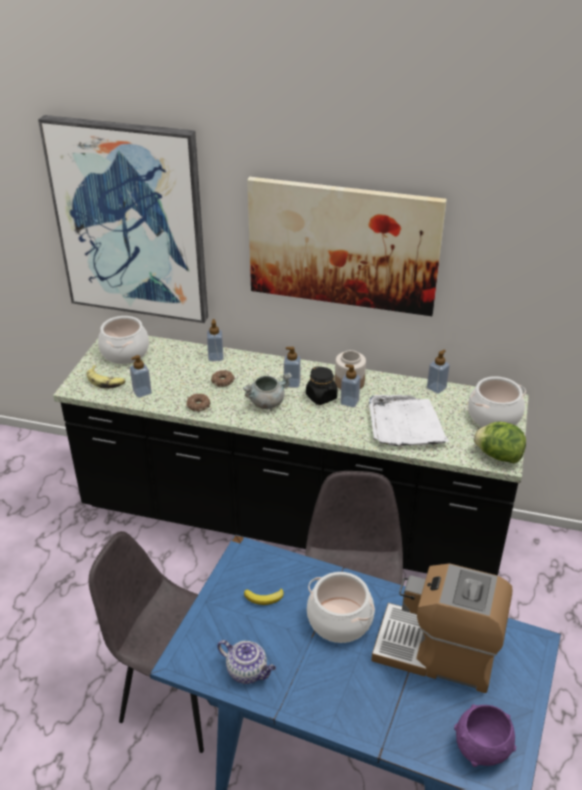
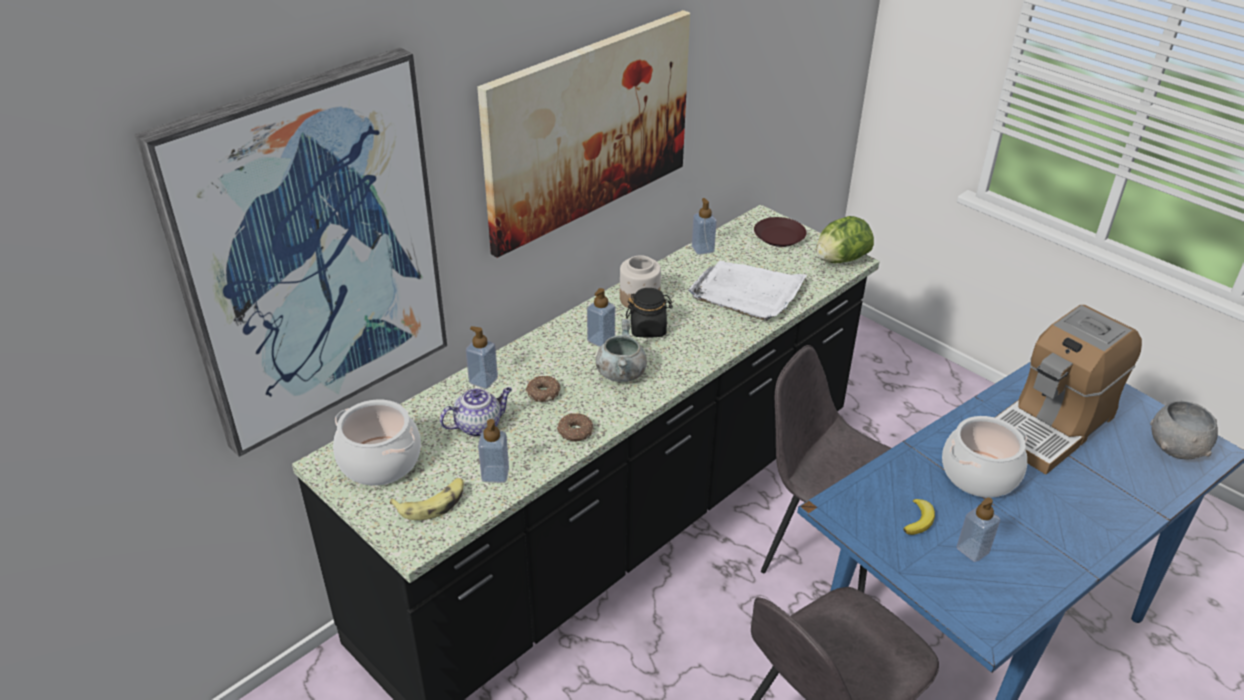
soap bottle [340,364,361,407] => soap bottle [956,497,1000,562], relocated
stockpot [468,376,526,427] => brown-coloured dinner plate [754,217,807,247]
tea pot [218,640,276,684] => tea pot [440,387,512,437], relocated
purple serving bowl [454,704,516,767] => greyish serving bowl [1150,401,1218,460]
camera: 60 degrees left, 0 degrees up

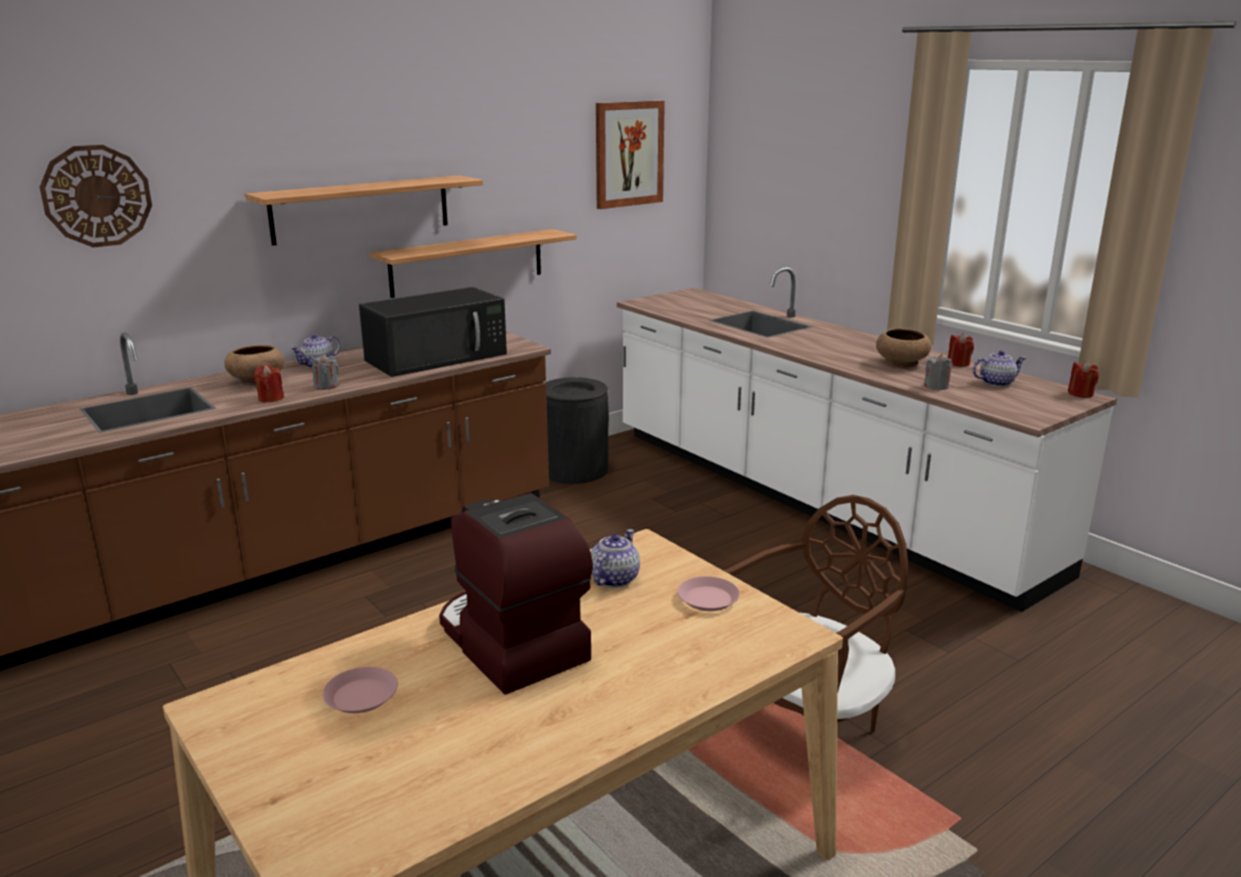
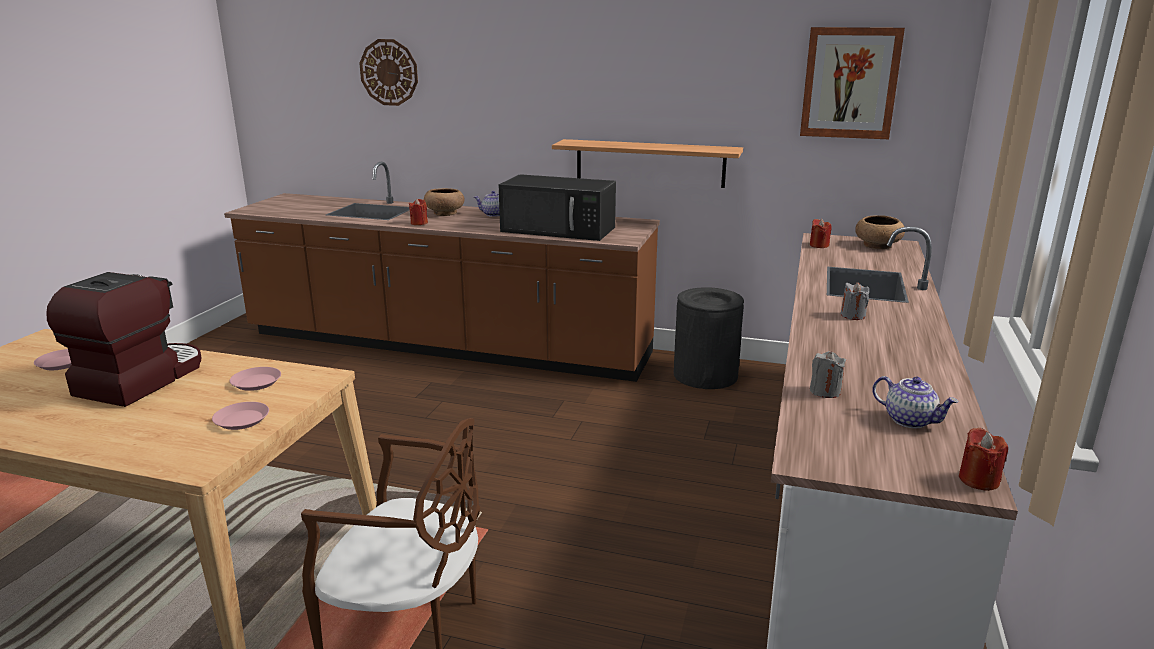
wall shelf [245,176,483,246] => nothing
brown-coloured serving bowl [876,328,931,368] => brown-coloured serving bowl [855,215,905,249], relocated
red-coloured wax light [948,333,974,367] => red-coloured wax light [810,219,832,248], relocated
greyish wax light [312,354,338,390] => greyish wax light [840,282,869,320], relocated
tea pot [591,529,640,588] => pinkish dinner plate [230,367,281,391]
camera: 55 degrees right, 0 degrees up

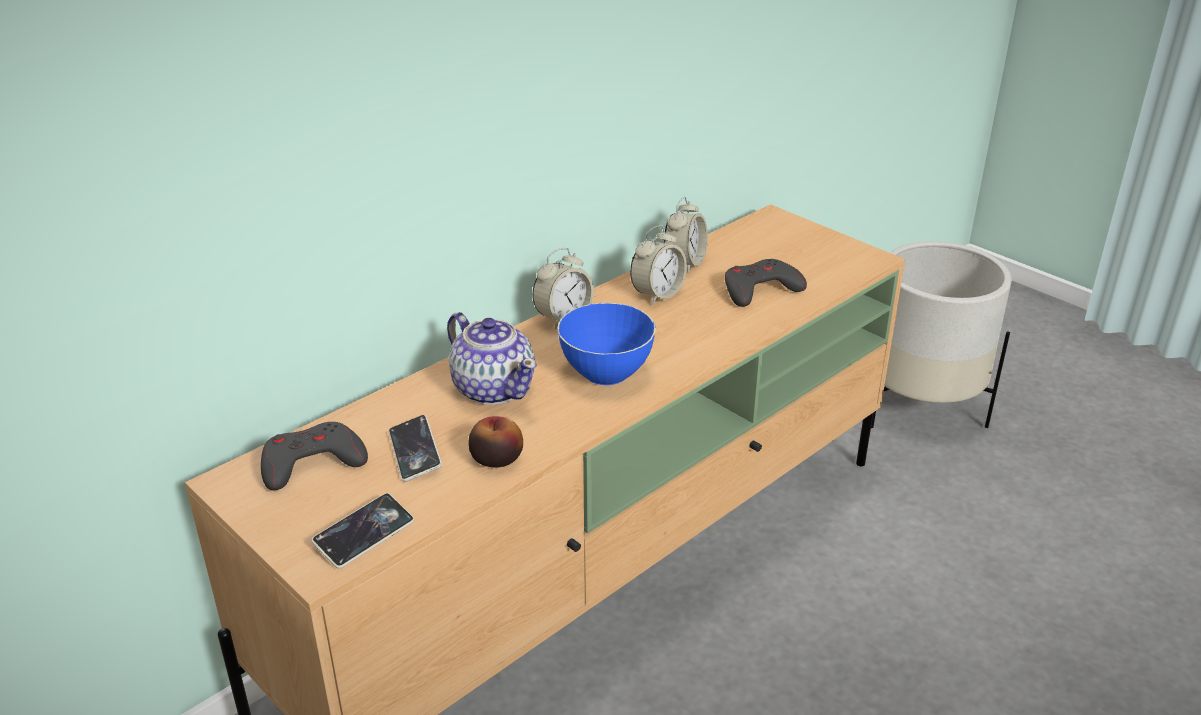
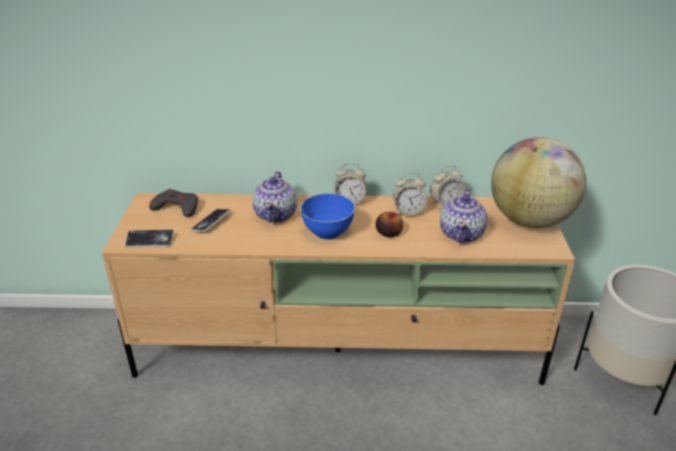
greyish game controller [725,259,807,307] => tea pot [440,189,488,243]
apple fruit [468,416,523,468] => apple fruit [376,212,403,237], relocated
nothing => world globe [491,137,586,228]
camera: 45 degrees right, 0 degrees up

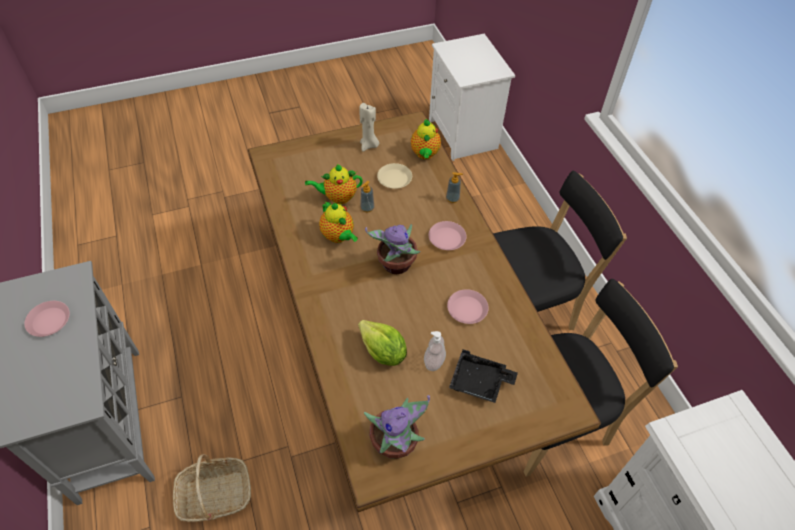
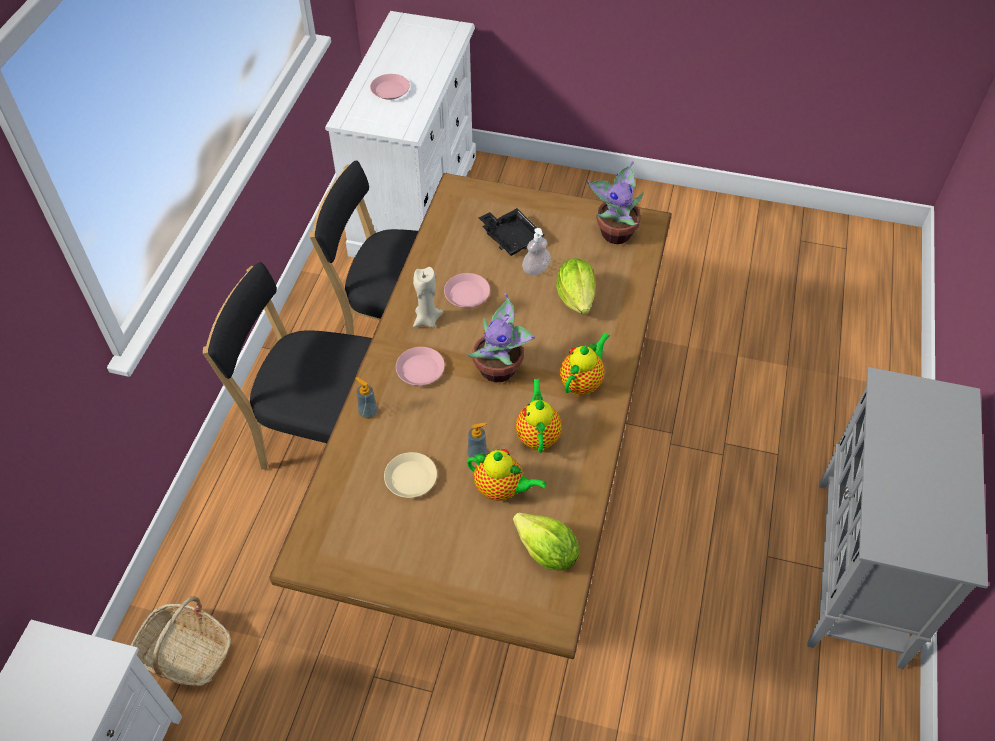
beige wax light [359,103,379,152] => beige wax light [413,267,443,328], relocated
tea pot [411,119,441,159] => tea pot [560,332,610,395], relocated
pinkish dinner plate [24,301,70,337] => pinkish dinner plate [370,74,410,100], relocated
storage basket [173,454,251,522] => storage basket [131,596,231,686], relocated
nothing => lettuce head [513,512,579,571]
camera: 145 degrees left, 0 degrees up

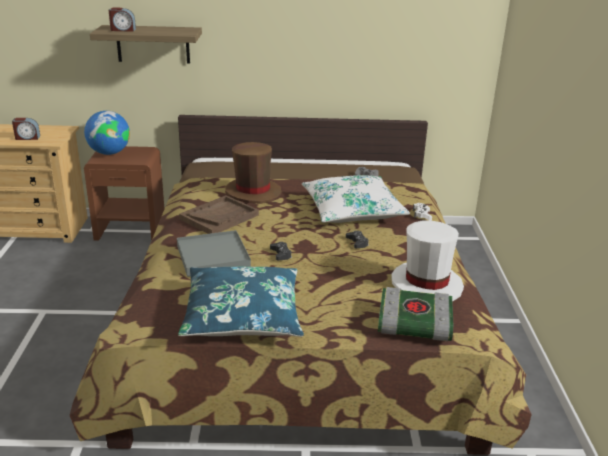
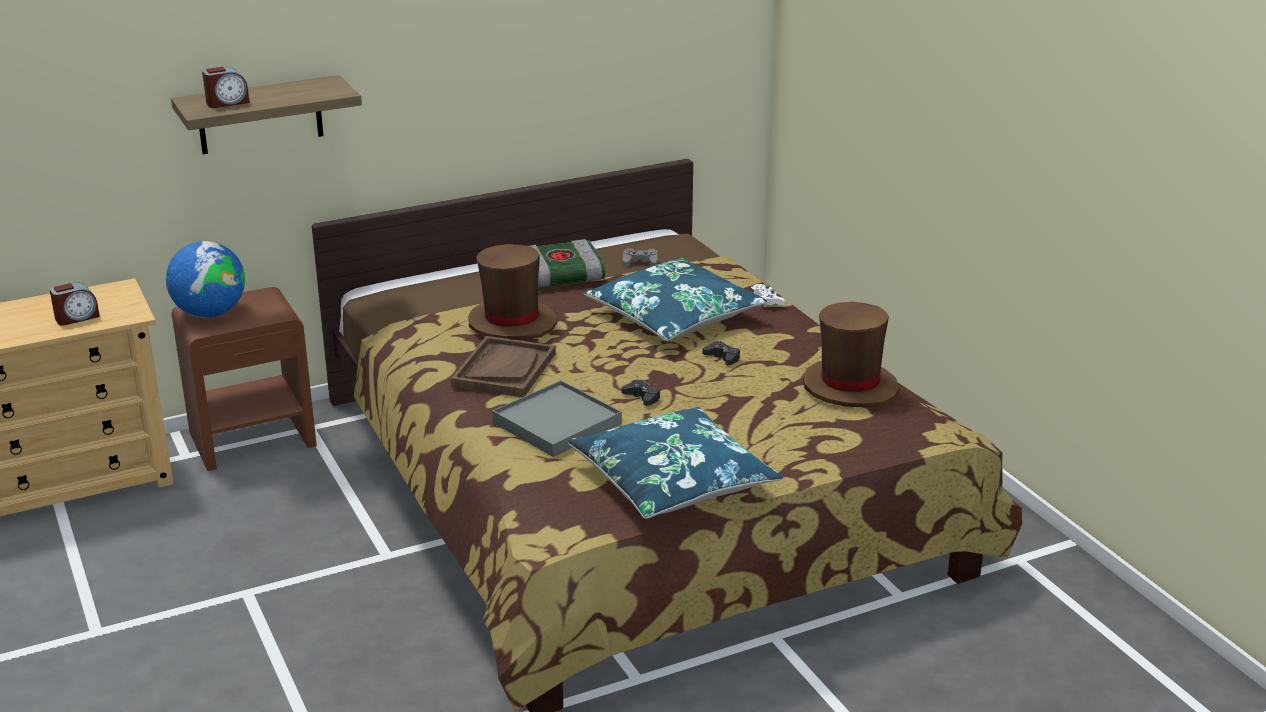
whitish pillow [302,175,410,223] => blue-coloured pillow [583,258,767,341]
whitish clothing hat [391,221,464,302] => brown-coloured clothing hat [803,302,899,408]
volume [378,287,453,341] => volume [530,239,605,287], relocated
camera: 25 degrees left, 0 degrees up

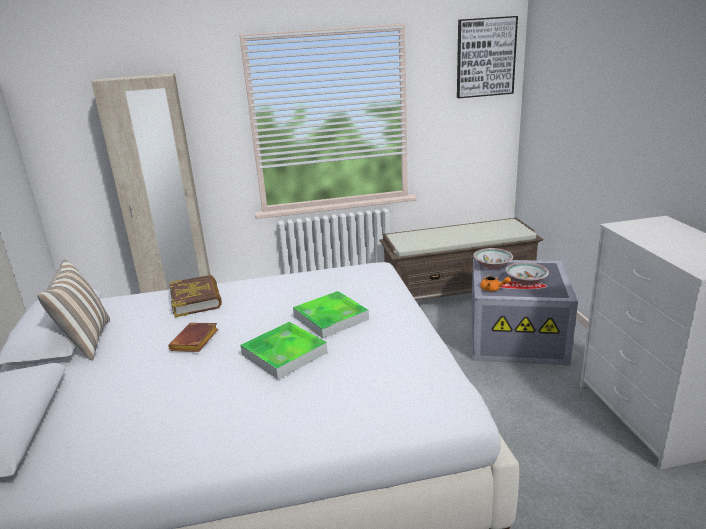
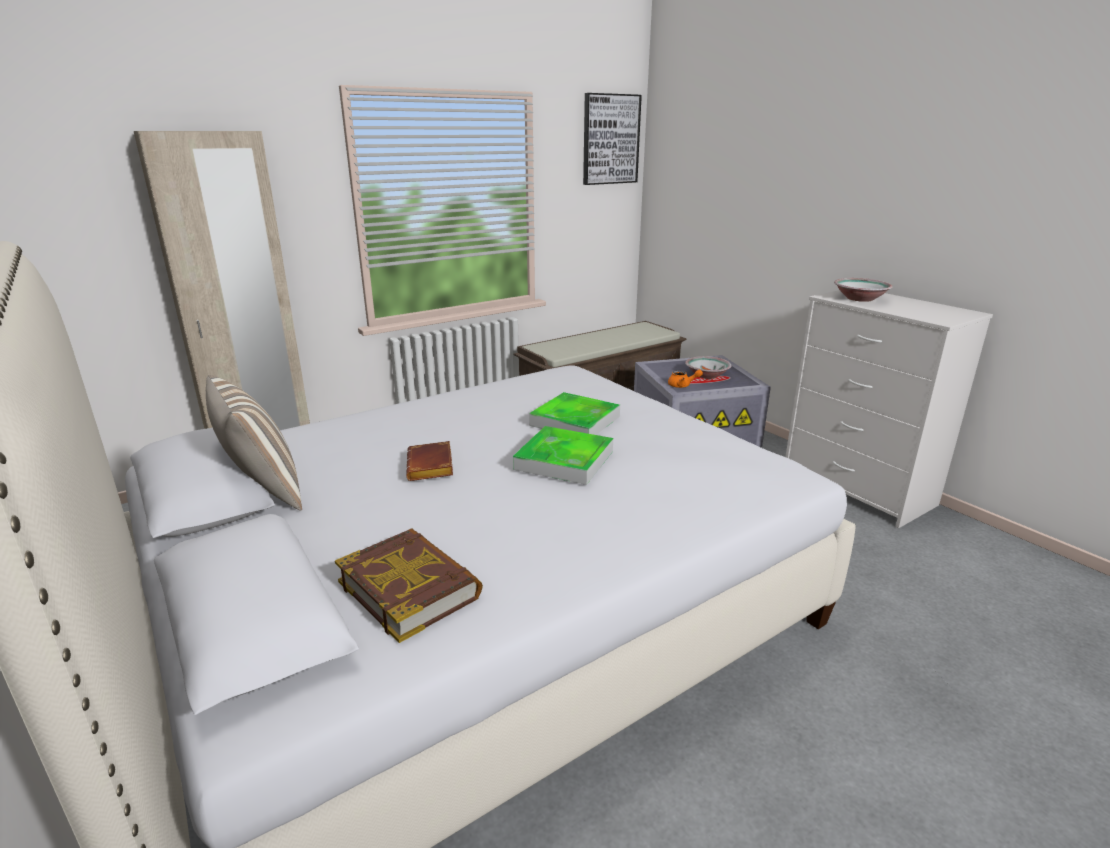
serving bowl [473,248,513,269] => serving bowl [834,278,892,302], relocated
volume [169,275,222,317] => volume [335,528,483,643], relocated
camera: 25 degrees left, 0 degrees up

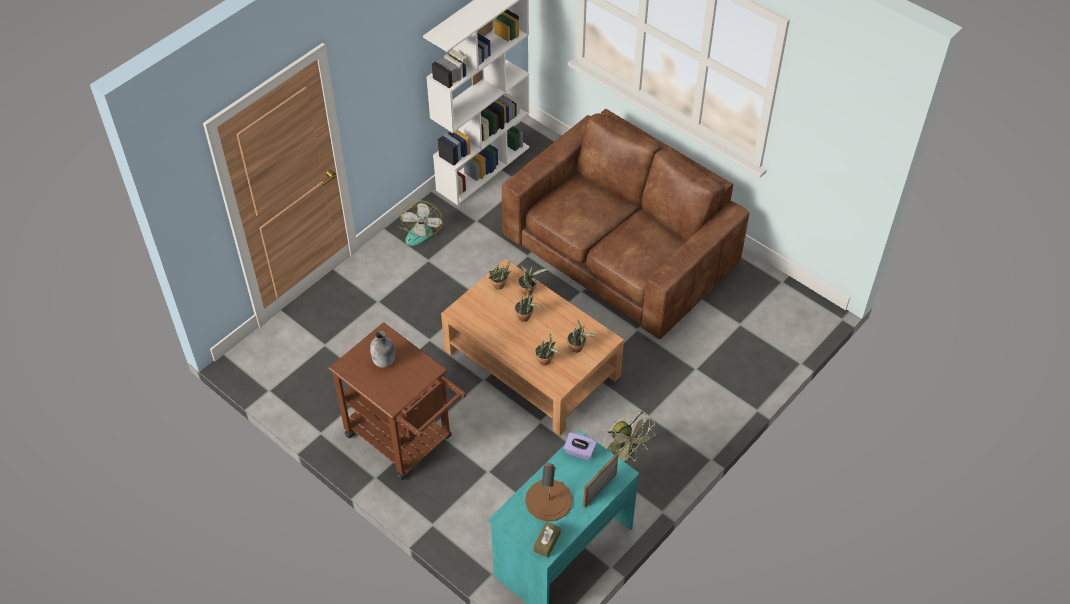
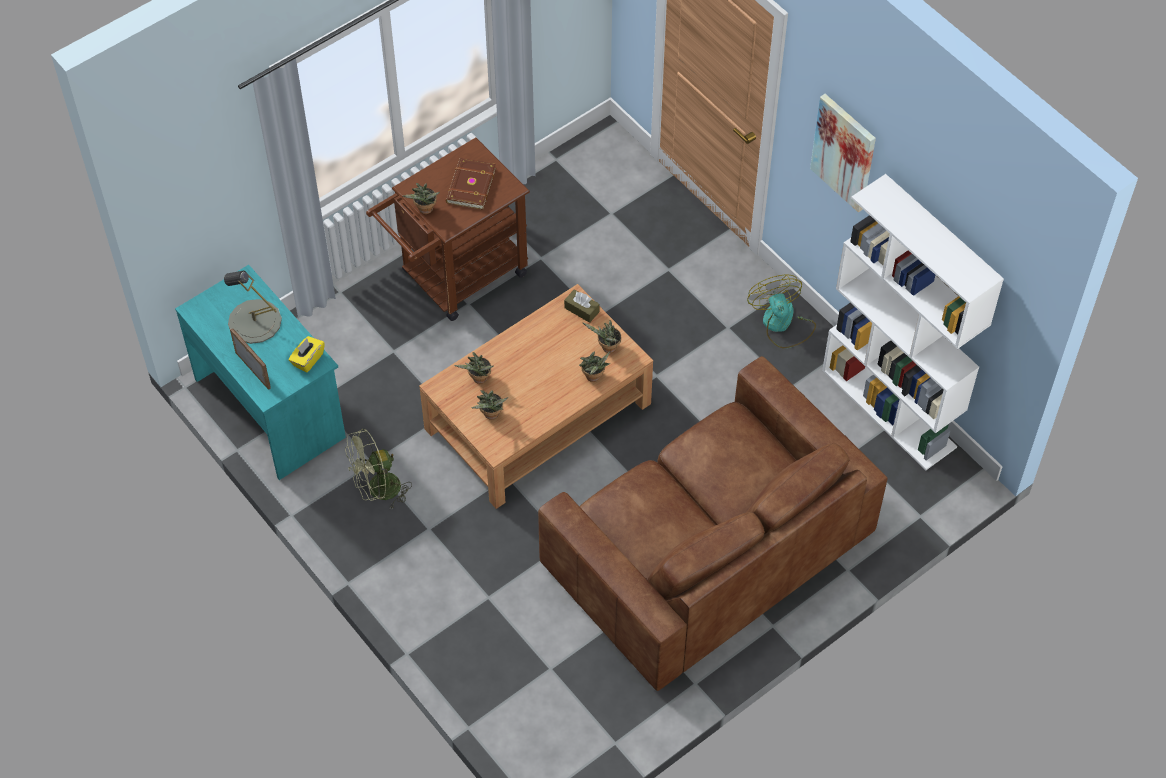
cooling fan [397,200,443,246] => cooling fan [747,275,816,348], 60 degrees clockwise
potted plant [515,290,541,322] => potted plant [403,183,440,214], relocated
greyish beverage bottle [370,331,395,368] => brown-coloured volume [446,158,496,210]
purple tissue box [564,432,597,460] => yellowish tissue box [289,336,325,373]
brown-coloured lamp for a table [525,463,573,521] => greyish lamp for a table [224,270,282,344]
brown-coloured tissue box [534,522,561,558] => brown-coloured tissue box [564,289,600,323], relocated
nothing => picture [810,94,876,212]
camera: 100 degrees right, 5 degrees up

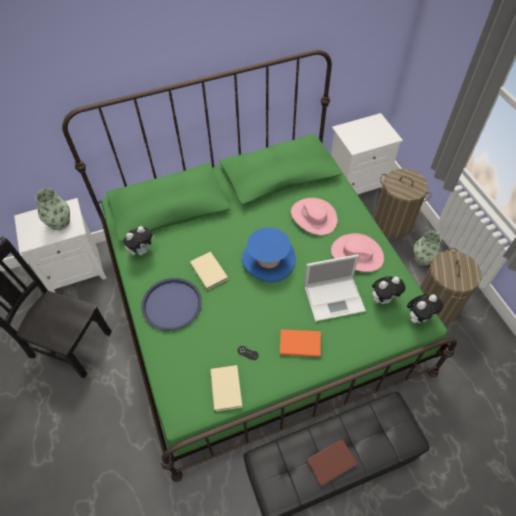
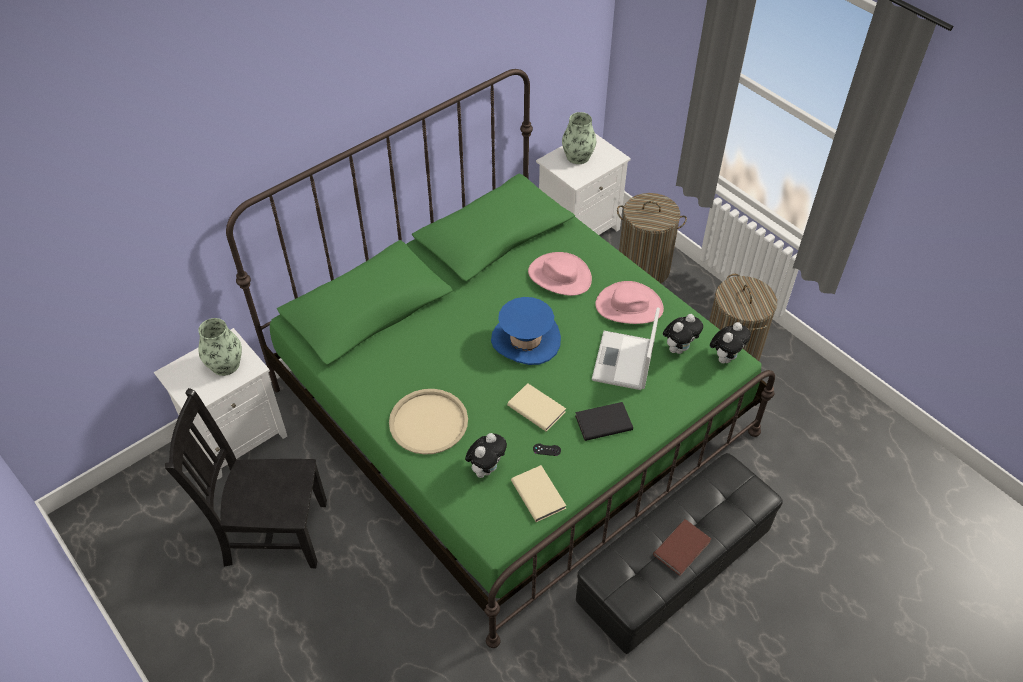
soft toy [124,226,155,255] => soft toy [465,433,507,478], relocated
vase [413,231,441,266] => vase [562,112,596,164], relocated
beige volume [190,252,228,290] => beige volume [507,383,566,432], relocated
notebook computer [304,254,366,322] => notebook computer [592,307,660,390], 135 degrees clockwise
blue-coloured carrying tray [141,278,202,331] => beige carrying tray [389,389,468,455]
orangey volume [280,329,321,357] => black volume [575,402,633,441]
camera: 20 degrees left, 5 degrees down

